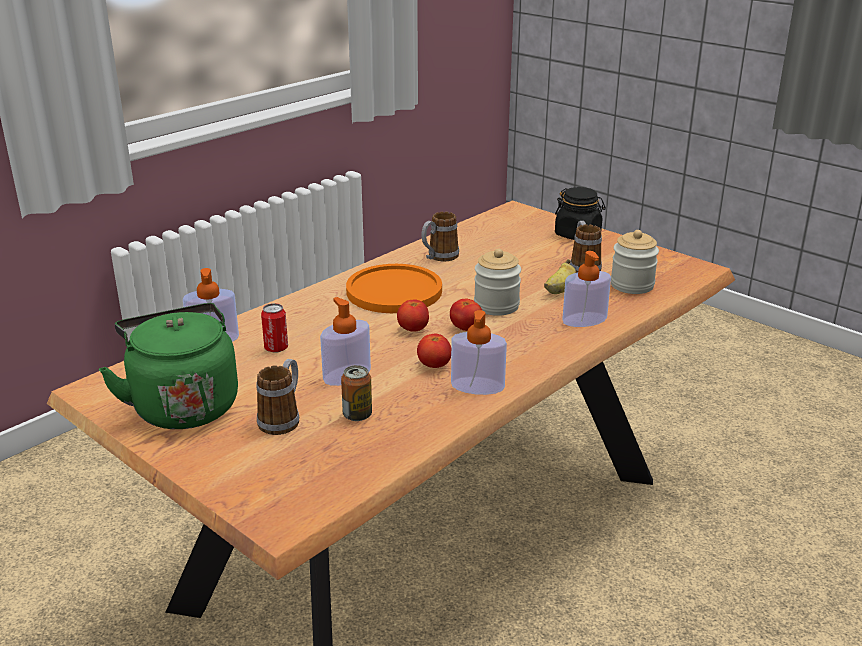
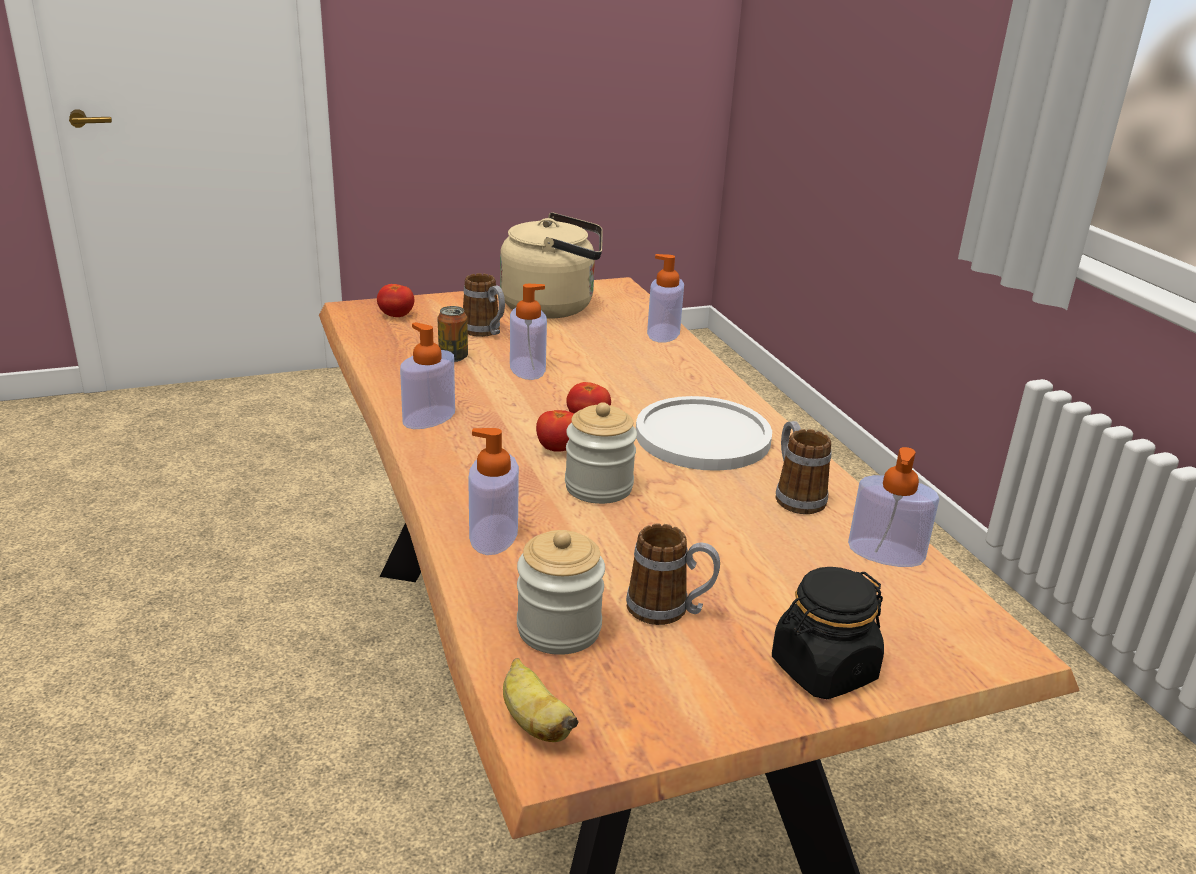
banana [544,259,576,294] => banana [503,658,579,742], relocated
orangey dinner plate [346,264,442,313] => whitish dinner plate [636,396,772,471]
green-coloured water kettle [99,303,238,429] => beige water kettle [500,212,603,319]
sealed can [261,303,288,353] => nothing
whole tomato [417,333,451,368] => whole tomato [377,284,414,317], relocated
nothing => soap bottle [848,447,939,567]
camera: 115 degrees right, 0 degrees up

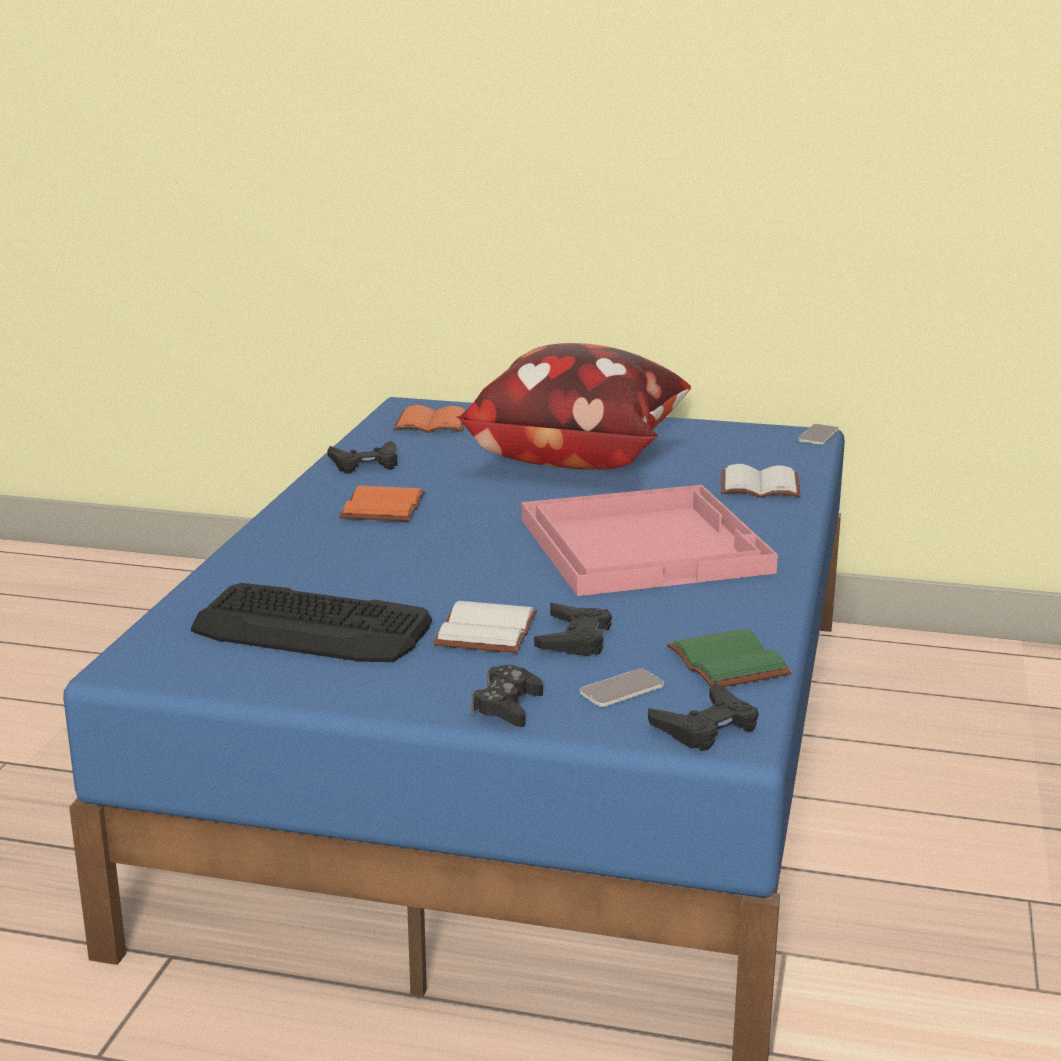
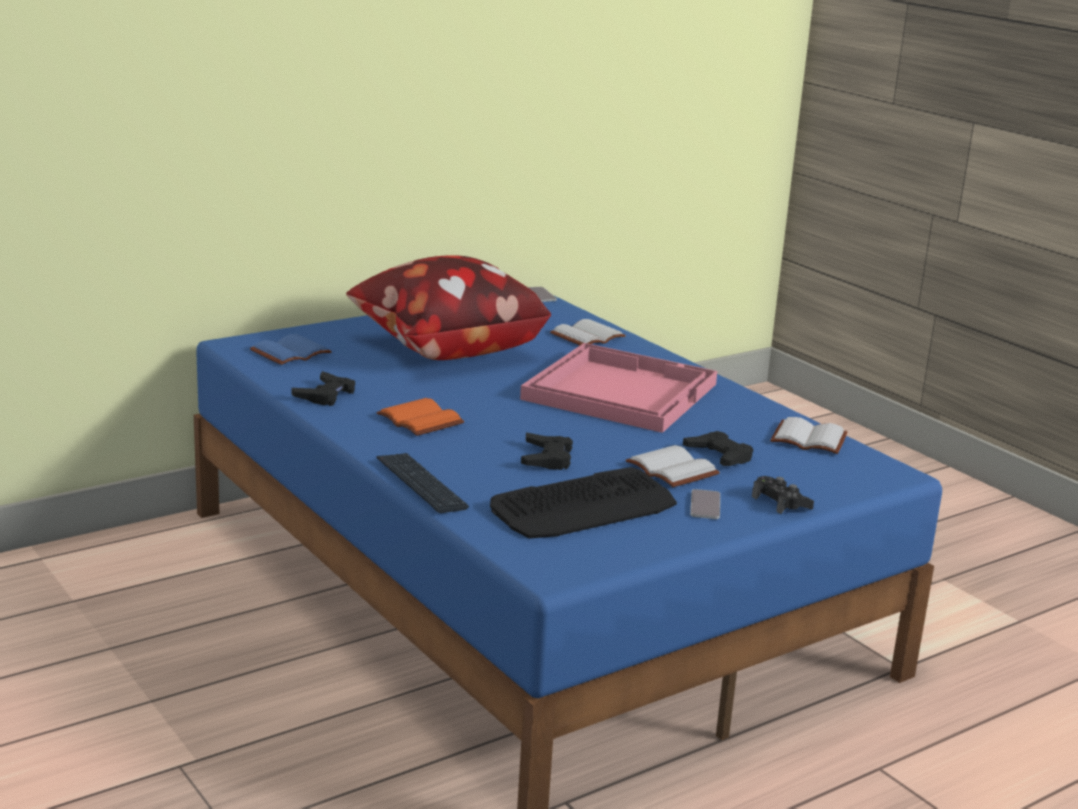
orangey volume [393,405,466,433] => blue-coloured volume [250,334,332,365]
green-coloured volume [667,628,792,687] => whitish volume [770,417,848,454]
handset [580,669,664,707] => handset [690,489,720,519], relocated
black game controller [648,683,759,751] => black game controller [521,432,573,470], relocated
nothing => keyboard [377,453,469,513]
camera: 50 degrees left, 0 degrees up

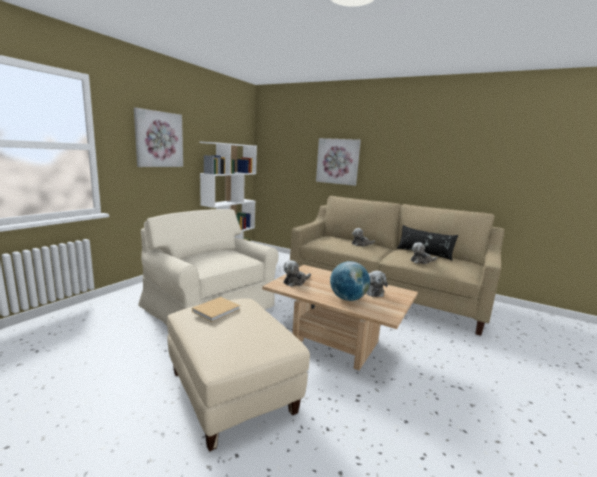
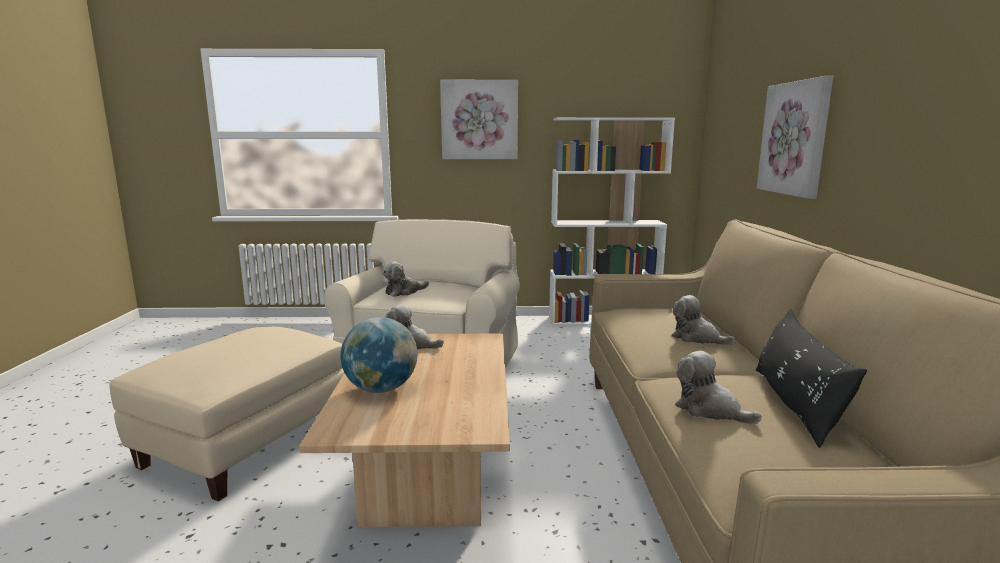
soft toy [366,271,388,297] => soft toy [383,262,429,297], relocated
beige volume [192,297,240,322] => nothing
camera: 60 degrees right, 0 degrees up

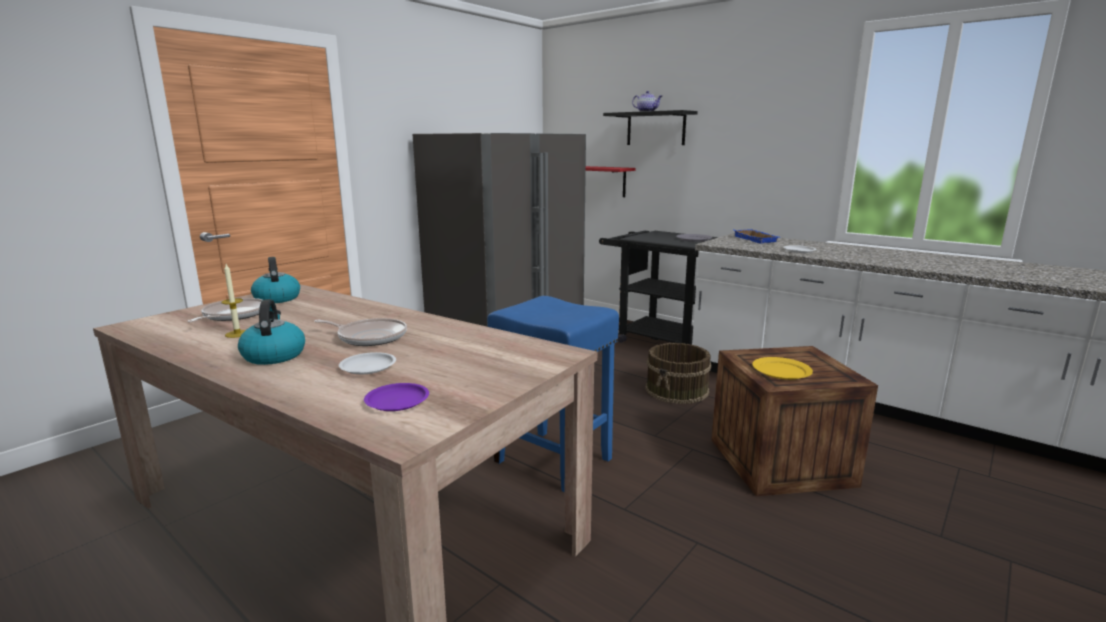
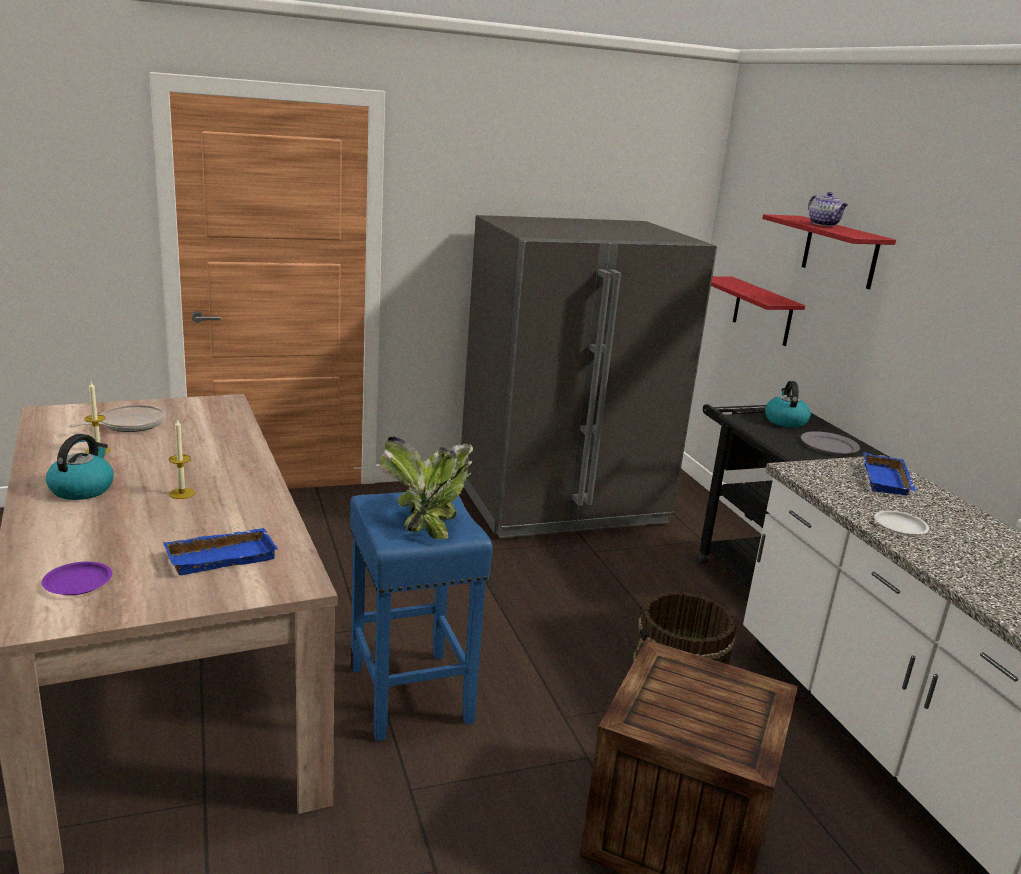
black wall shelf [603,110,698,145] => red-coloured wall shelf [762,214,896,289]
water kettle [251,257,300,303] => water kettle [765,381,811,428], relocated
pan [314,318,407,346] => wax light [168,418,195,499]
whitish dinner plate [339,352,396,374] => nothing
yellowish dinner plate [752,357,813,380] => nothing
nothing => potted plant [380,436,473,539]
nothing => blue-coloured carrying tray [163,528,278,575]
camera: 30 degrees right, 5 degrees up

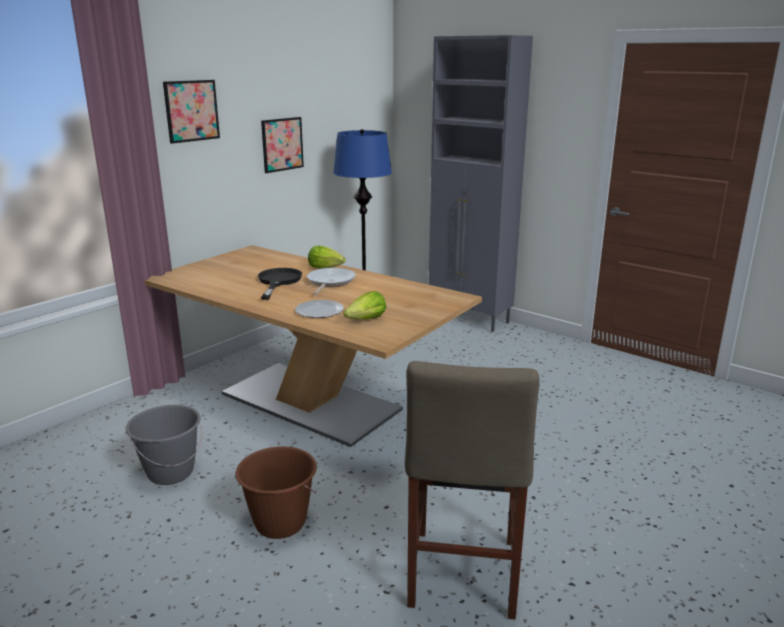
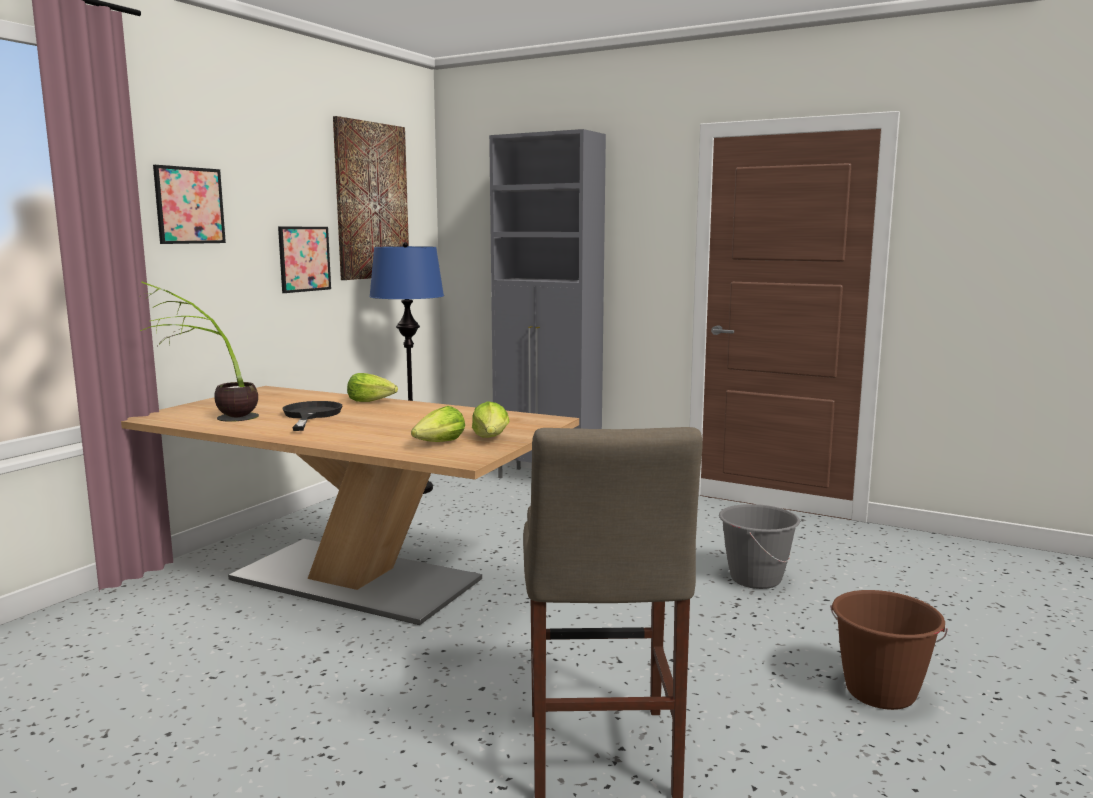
pan [307,268,356,295] => nothing
dinner plate [295,300,344,318] => nothing
greyish pail [126,405,202,485] => greyish pail [719,504,800,589], relocated
brown-coloured pail [236,446,317,539] => brown-coloured pail [830,590,948,710], relocated
nothing => picture [333,116,409,280]
nothing => potted plant [138,281,259,422]
nothing => lettuce head [472,401,509,438]
camera: 10 degrees left, 10 degrees down

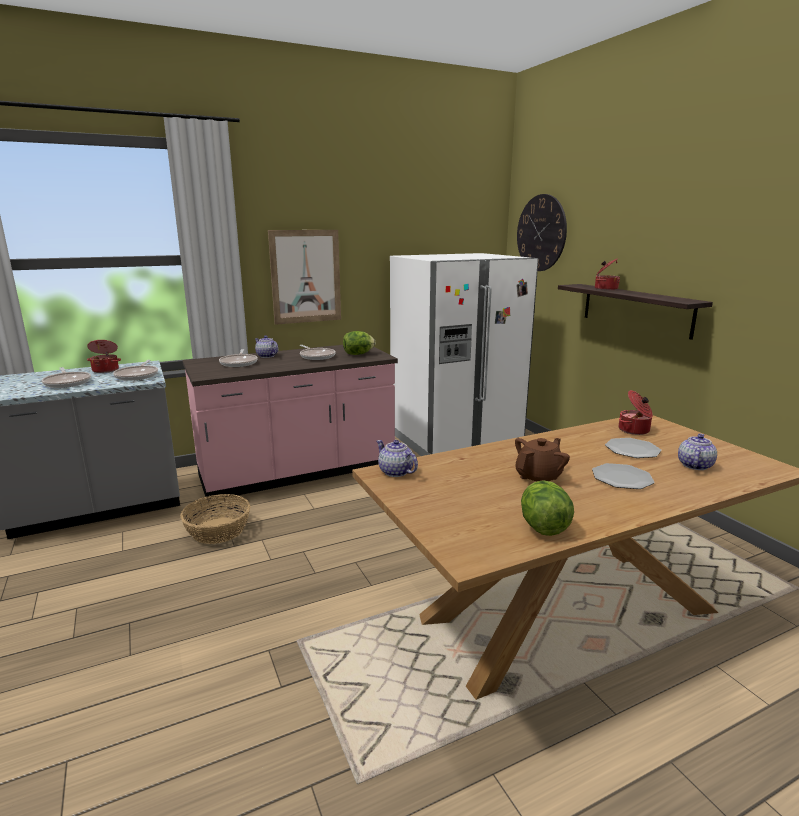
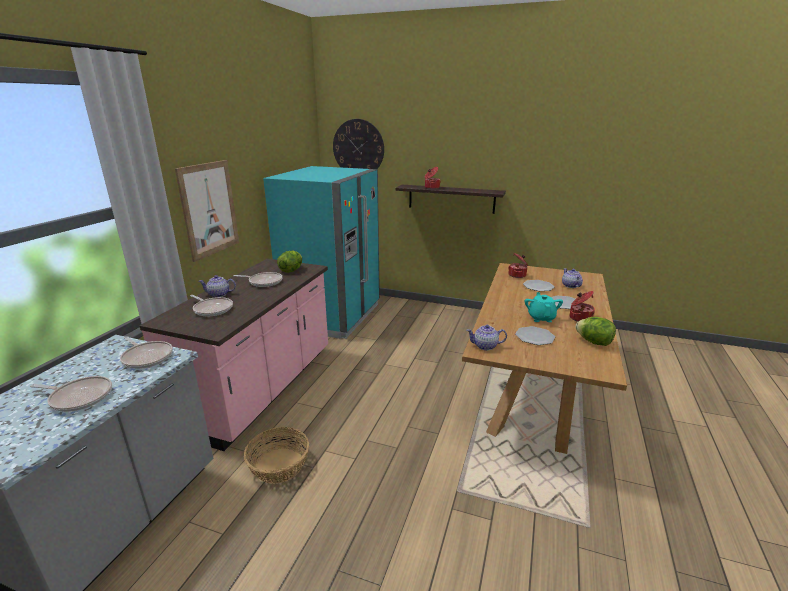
whitish kitchen fridge [390,253,538,456] => turquoise-coloured kitchen fridge [263,166,380,339]
stockpot [87,340,121,373] => stockpot [570,291,595,322], relocated
brown-coloured tea pot [515,438,570,481] => turquoise-coloured tea pot [525,292,563,322]
nothing => dinner plate [515,326,555,345]
camera: 45 degrees left, 5 degrees up

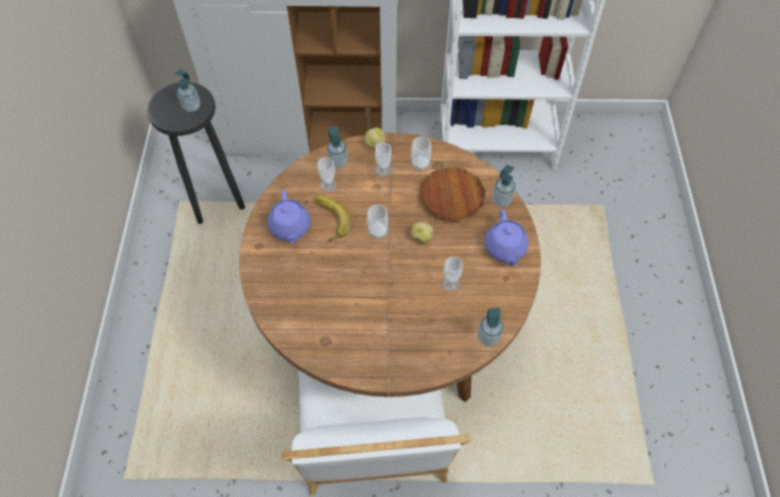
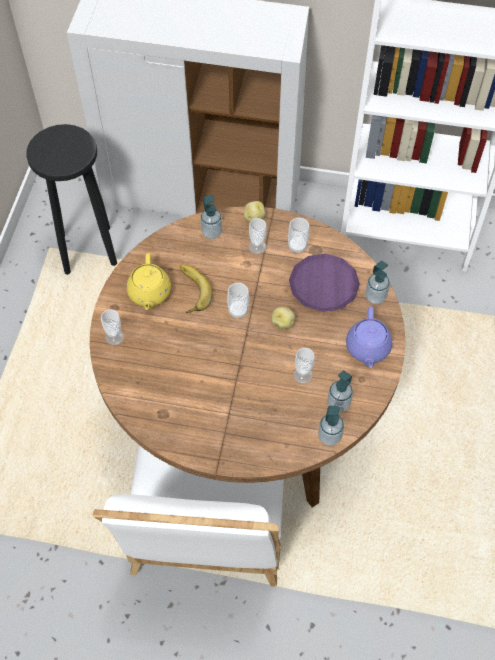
soap bottle [175,69,200,112] => soap bottle [327,370,353,413], relocated
cup [318,157,337,192] => cup [101,309,124,345], relocated
brown-coloured dinner plate [420,167,486,221] => purple dinner plate [289,253,360,312]
purple tea pot [268,190,311,244] => yellowish tea pot [127,253,171,310]
camera: 10 degrees right, 0 degrees up

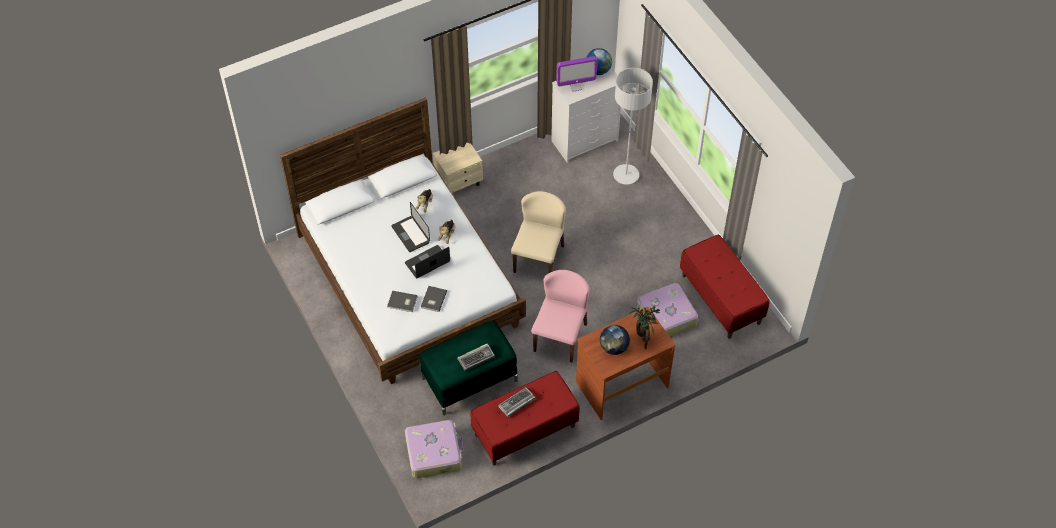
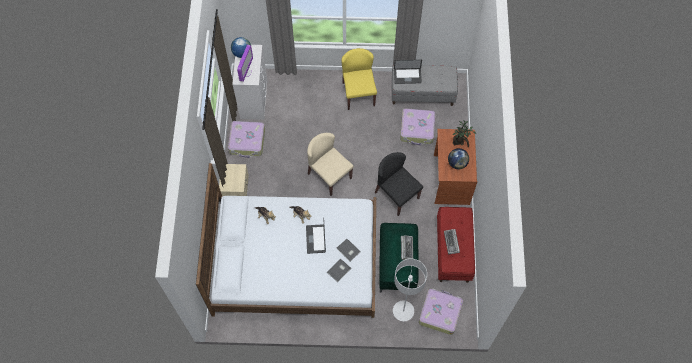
greyish floor lamp [613,68,653,185] => greyish floor lamp [393,259,427,321], relocated
notebook computer [391,202,430,252] => notebook computer [394,60,422,84], relocated
red-coloured bench [680,234,770,339] => greyish bench [392,65,458,106]
pinkish plain chair [531,270,589,362] => black plain chair [375,152,423,216]
nothing => yellowish plain chair [342,48,377,110]
nothing => piece of luggage [228,121,265,158]
camera: 60 degrees left, 10 degrees up

